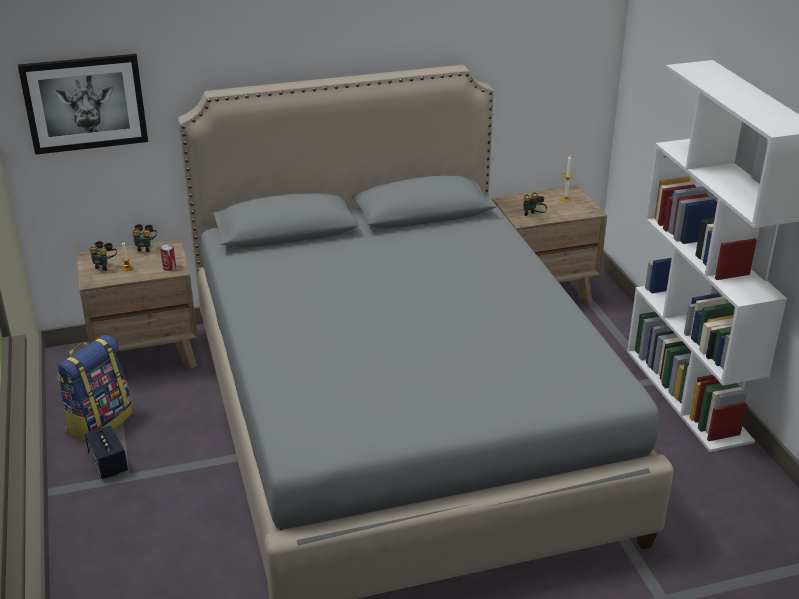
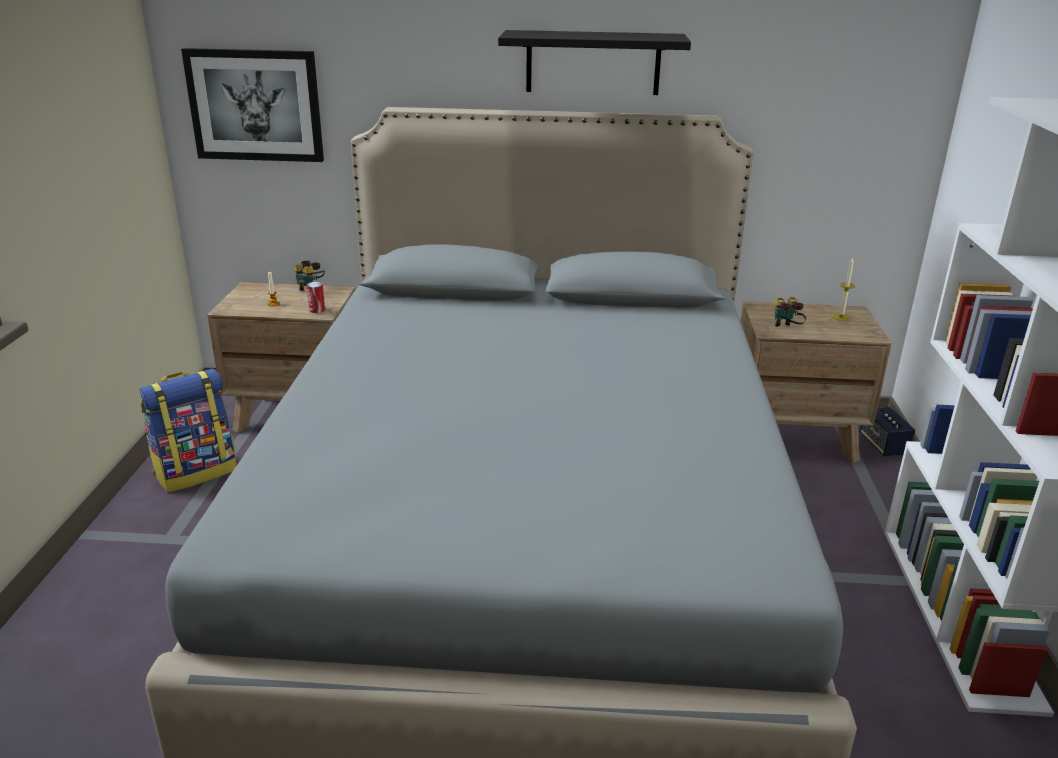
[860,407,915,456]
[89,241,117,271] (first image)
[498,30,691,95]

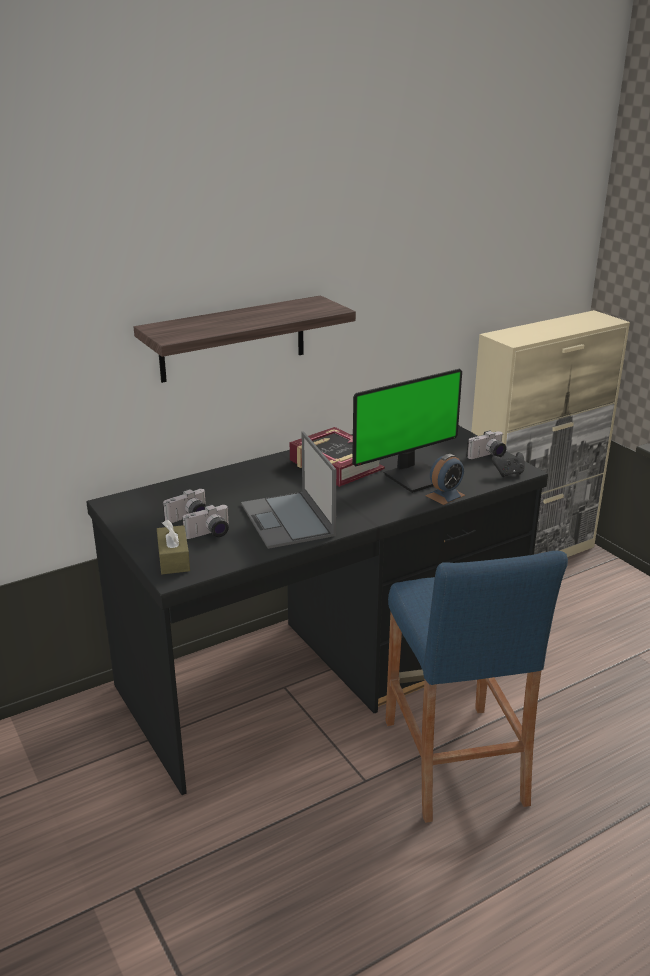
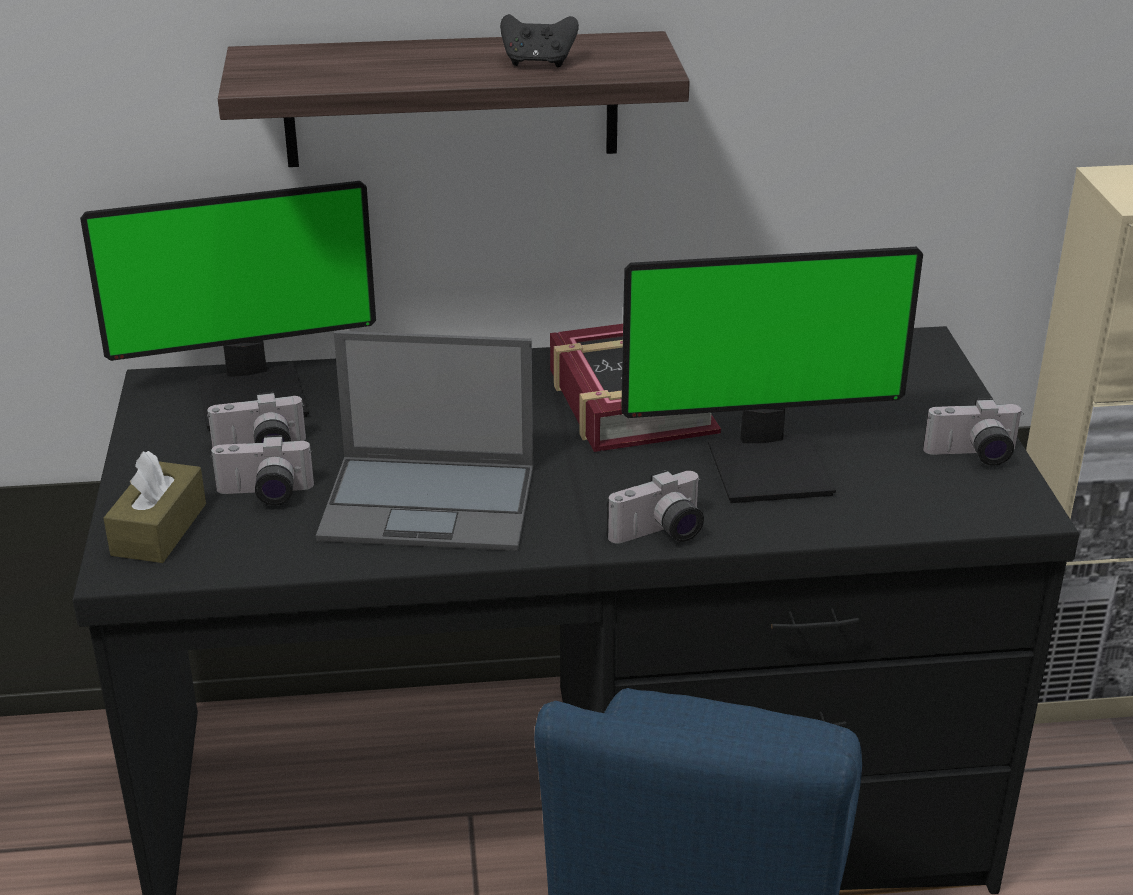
[316,331,533,551]
[425,454,465,505] (first image)
[500,14,579,67]
[80,181,376,431]
[607,470,704,544]

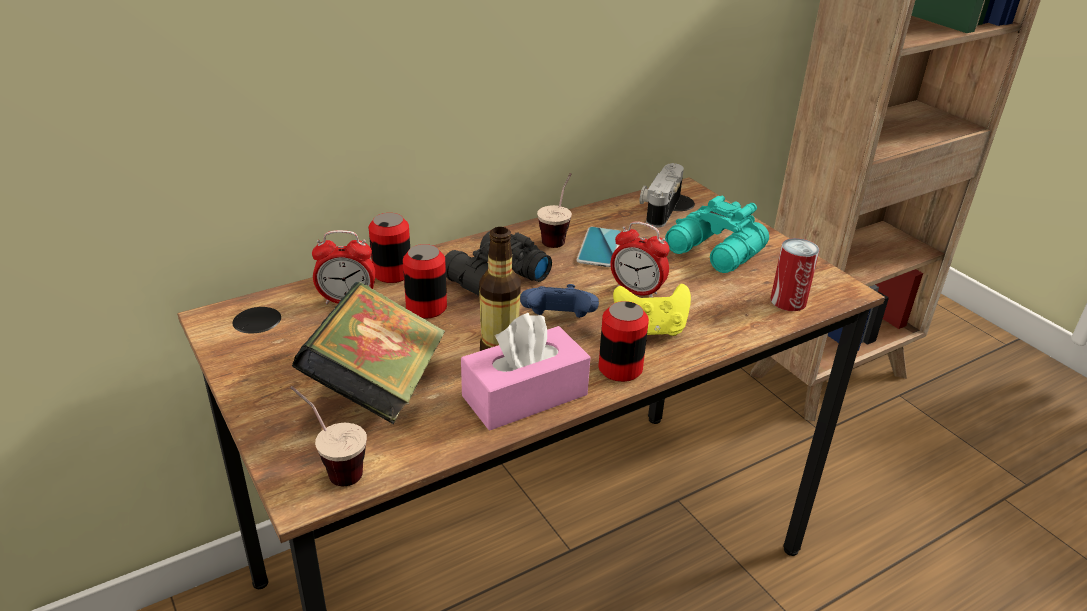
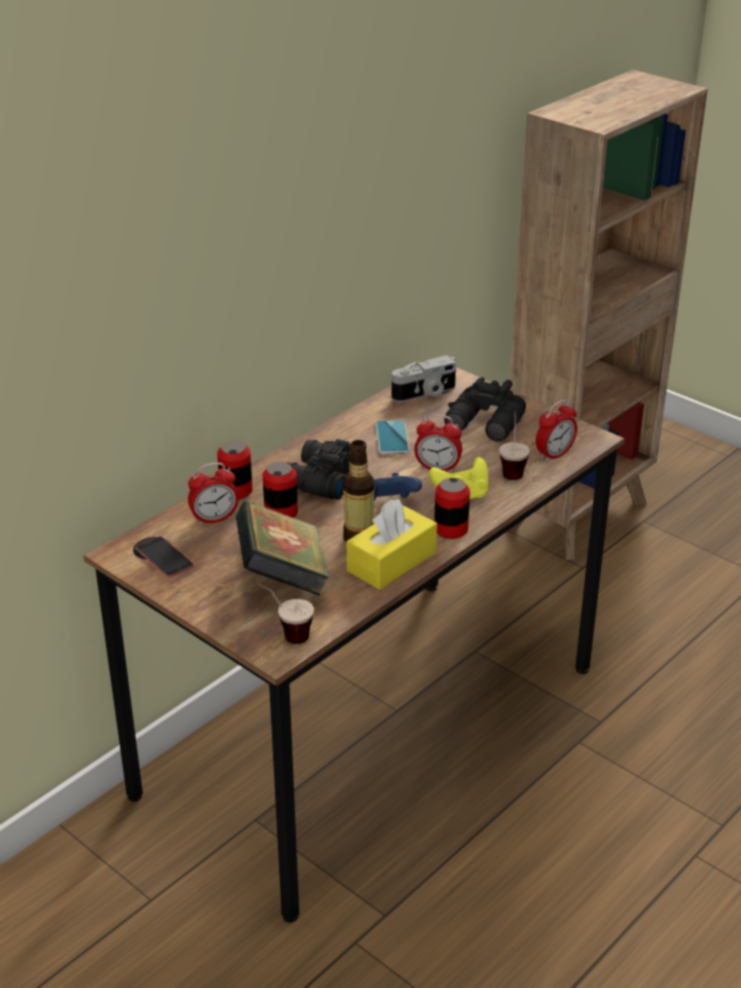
[347,499,437,590]
[499,411,530,480]
[392,355,456,402]
[444,377,526,442]
[536,400,577,462]
[136,536,194,578]

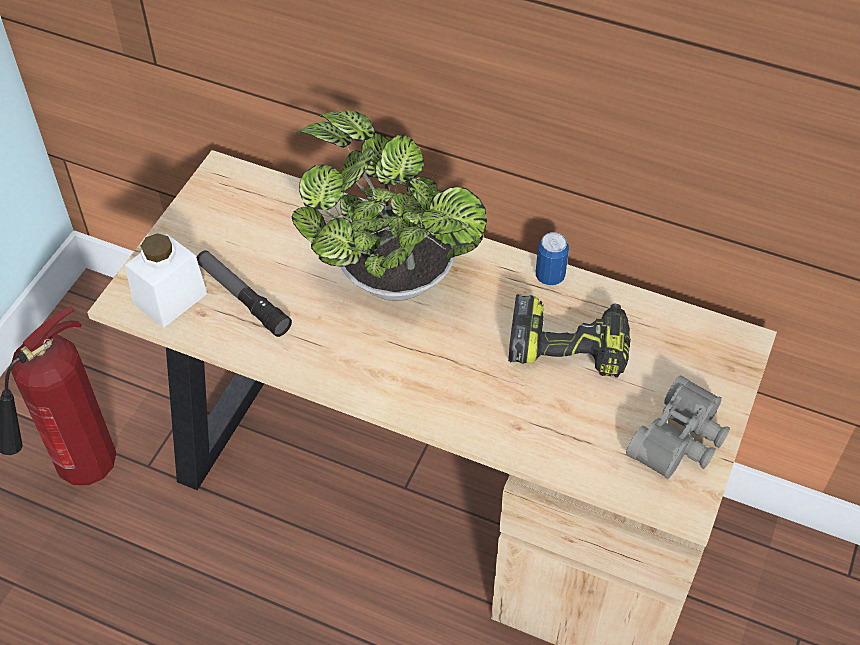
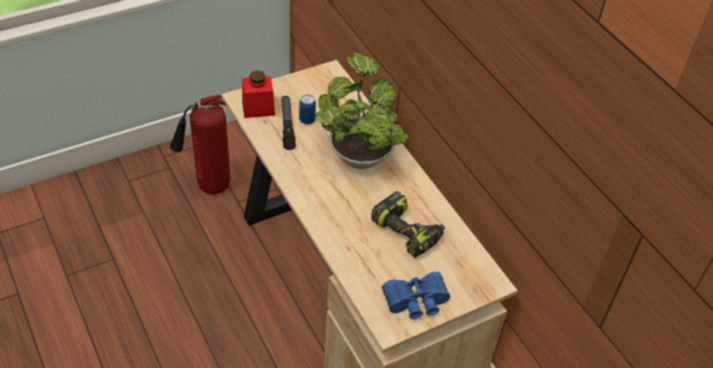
[242,70,275,118]
[299,95,316,124]
[382,272,450,319]

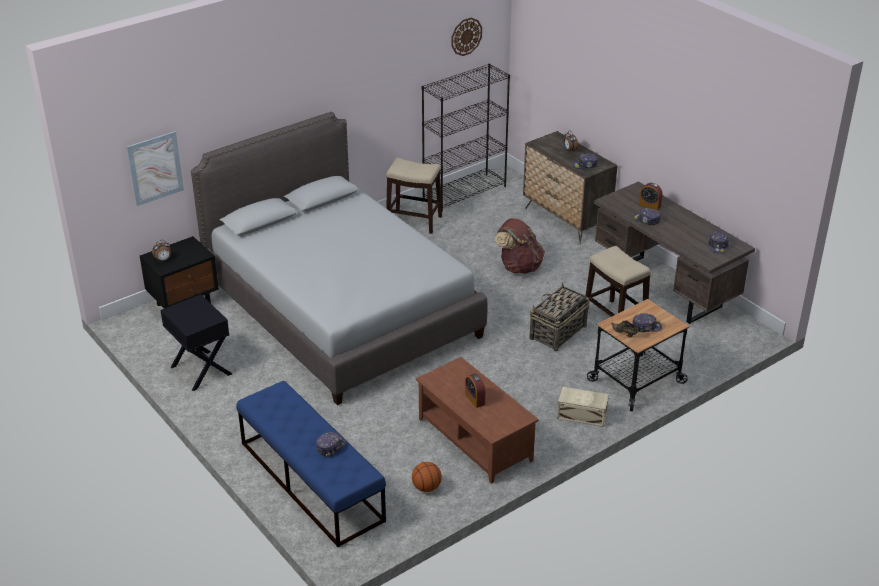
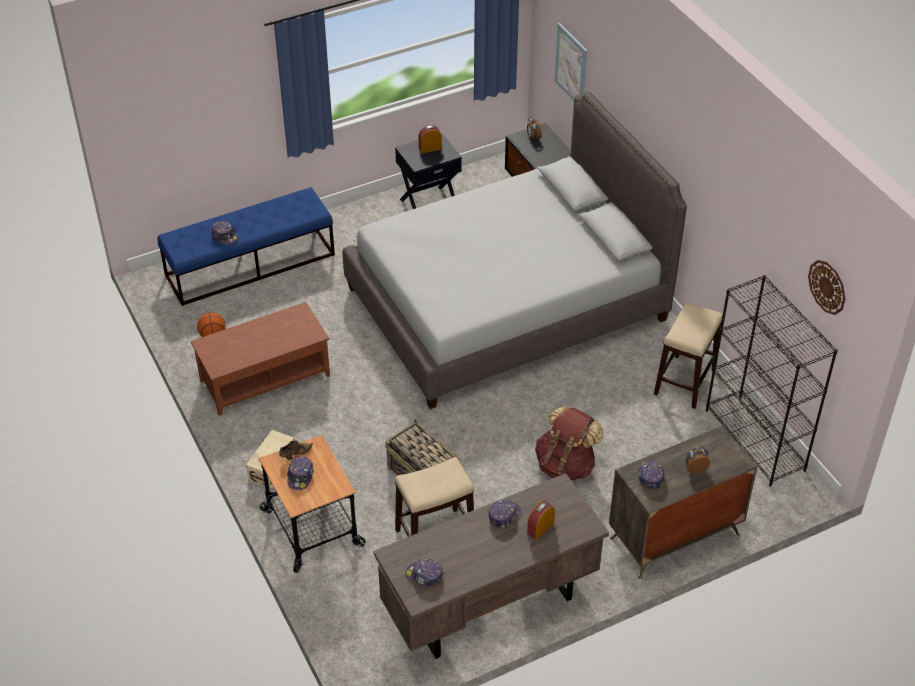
[418,125,442,153]

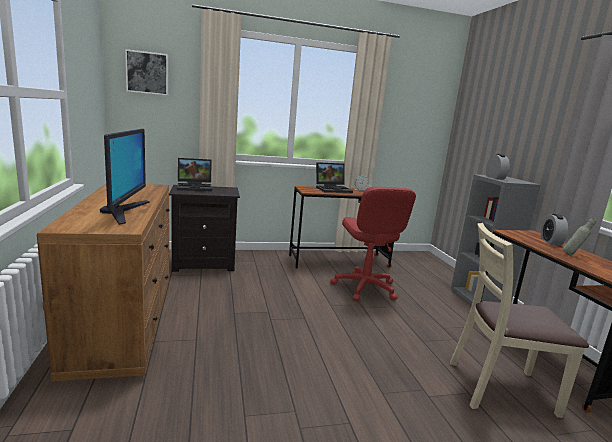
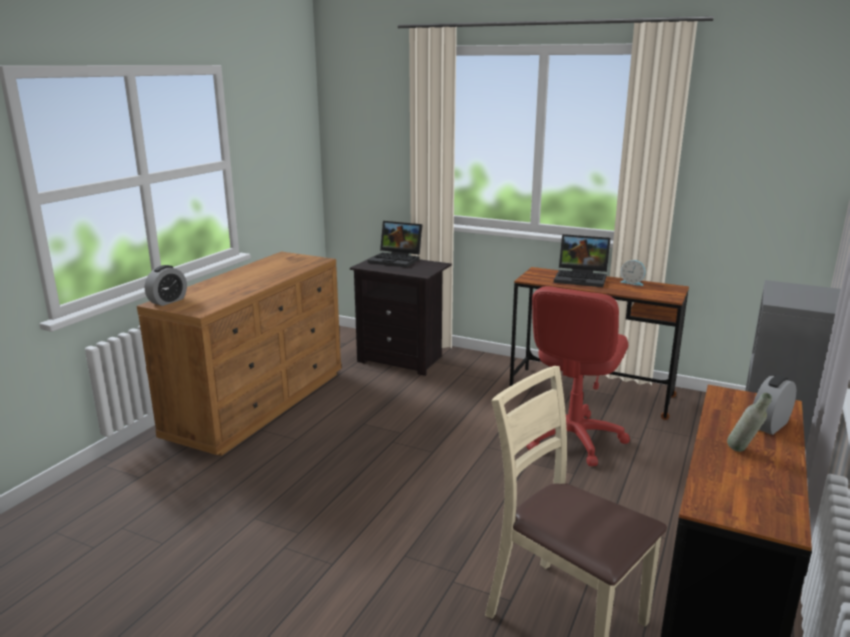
[100,129,150,225] (first image)
[125,49,168,95] (first image)
[145,265,187,306]

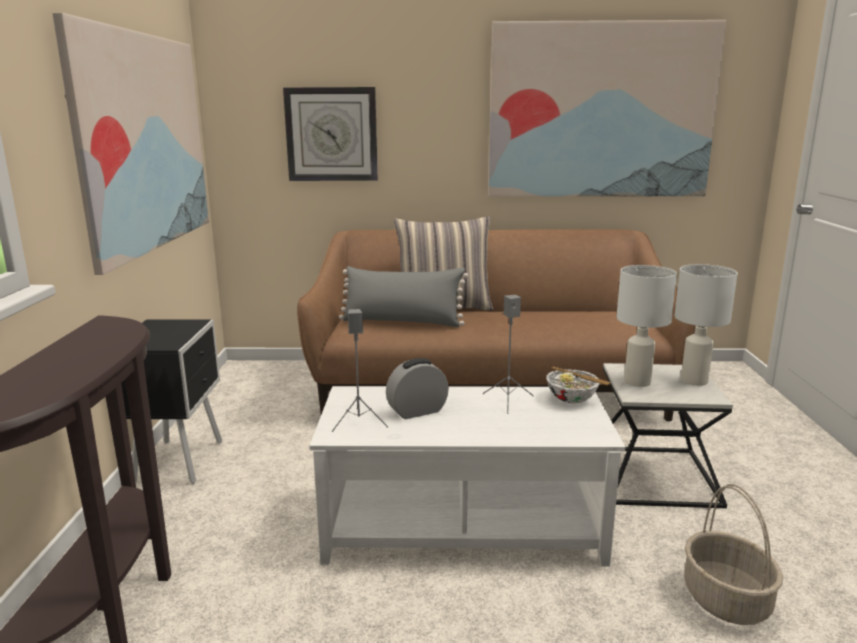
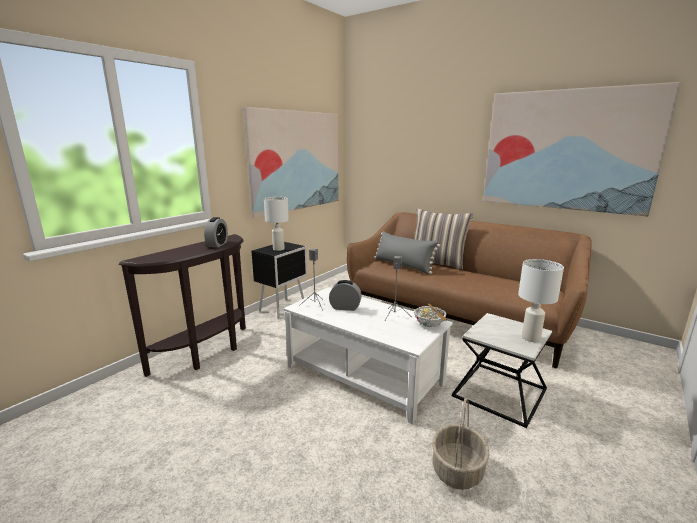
[283,87,378,181] (first image)
[264,197,289,251]
[204,217,228,247]

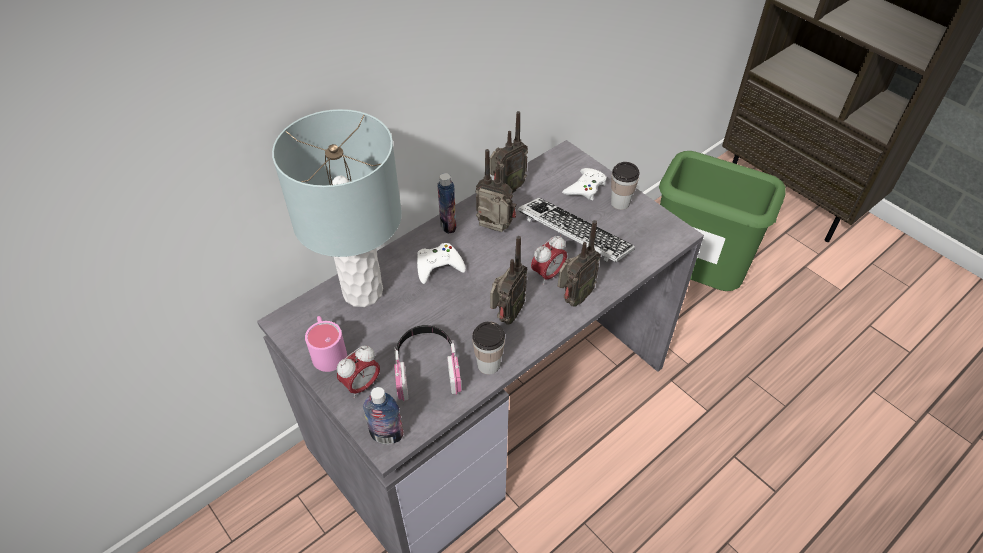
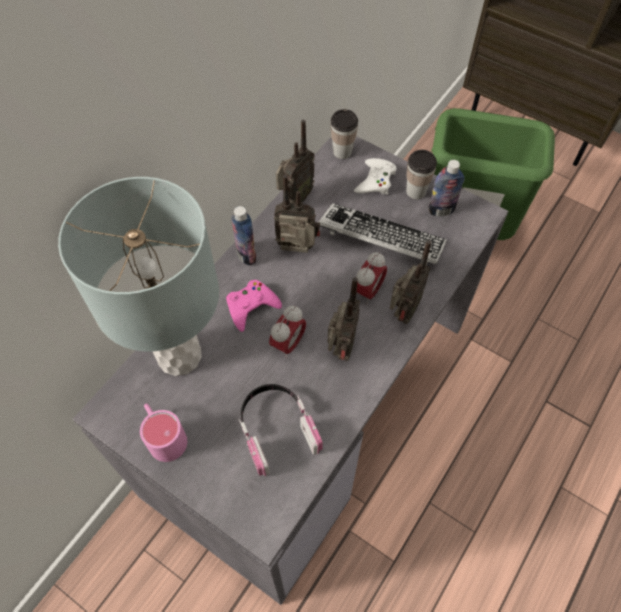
[269,306,306,358]
[428,160,465,217]
[226,280,282,332]
[330,109,358,159]

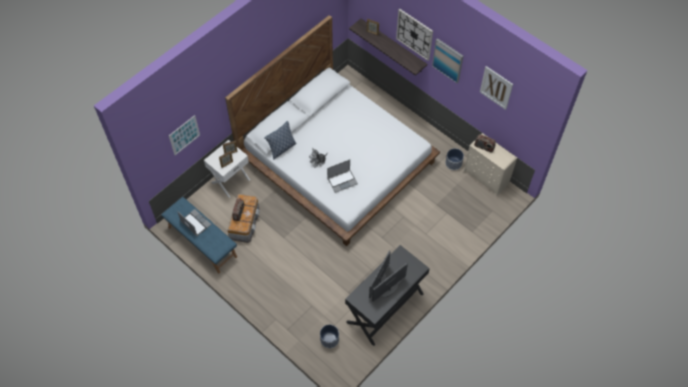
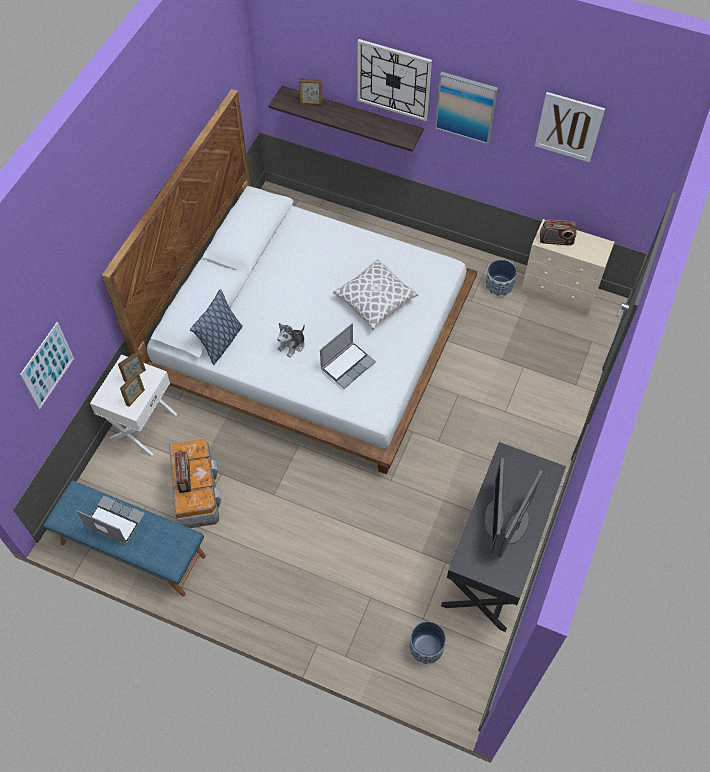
[333,259,418,330]

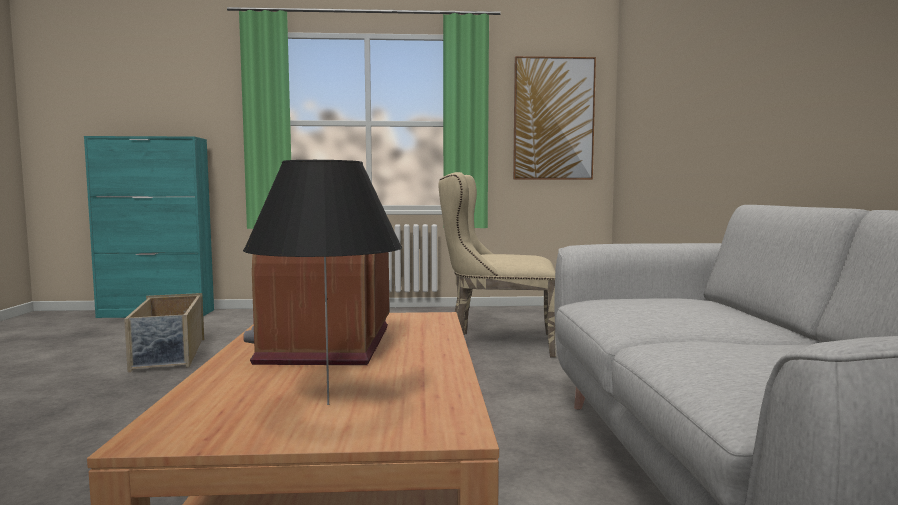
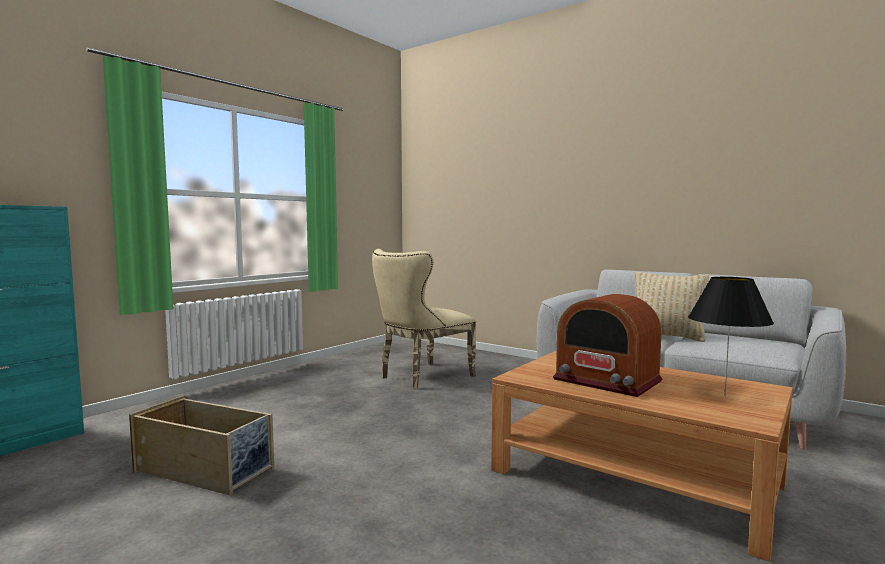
[513,56,596,180] (first image)
[635,272,709,342]

